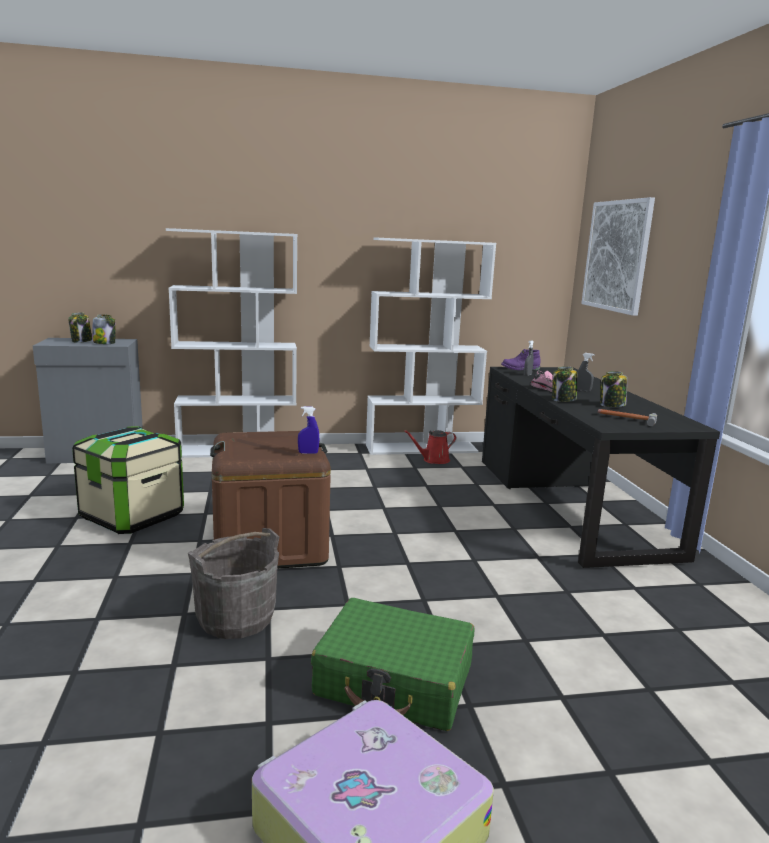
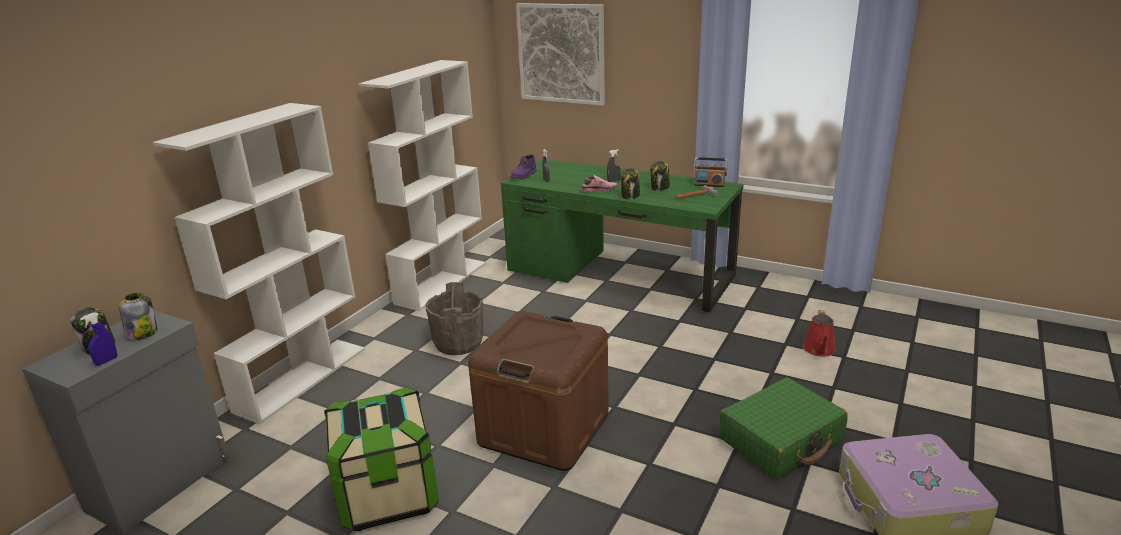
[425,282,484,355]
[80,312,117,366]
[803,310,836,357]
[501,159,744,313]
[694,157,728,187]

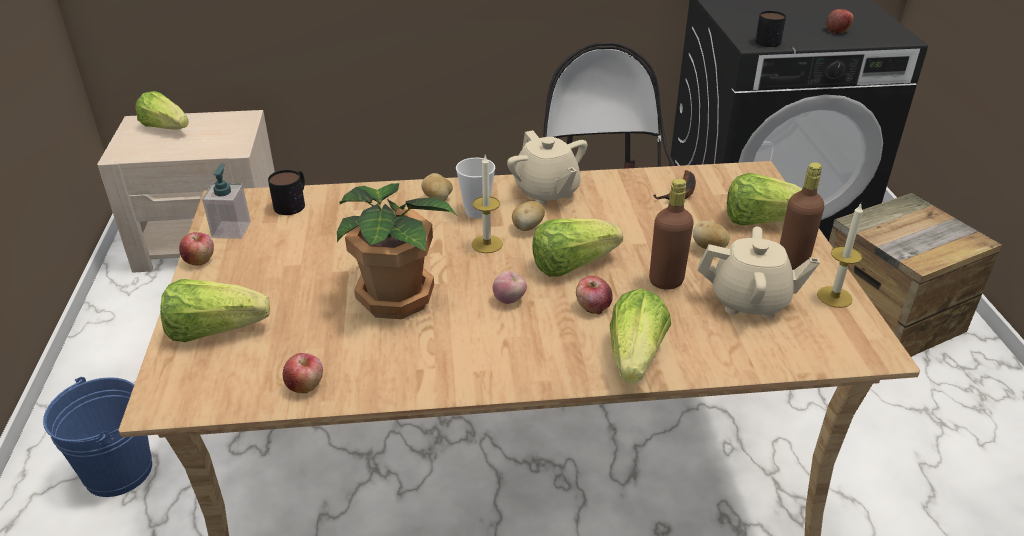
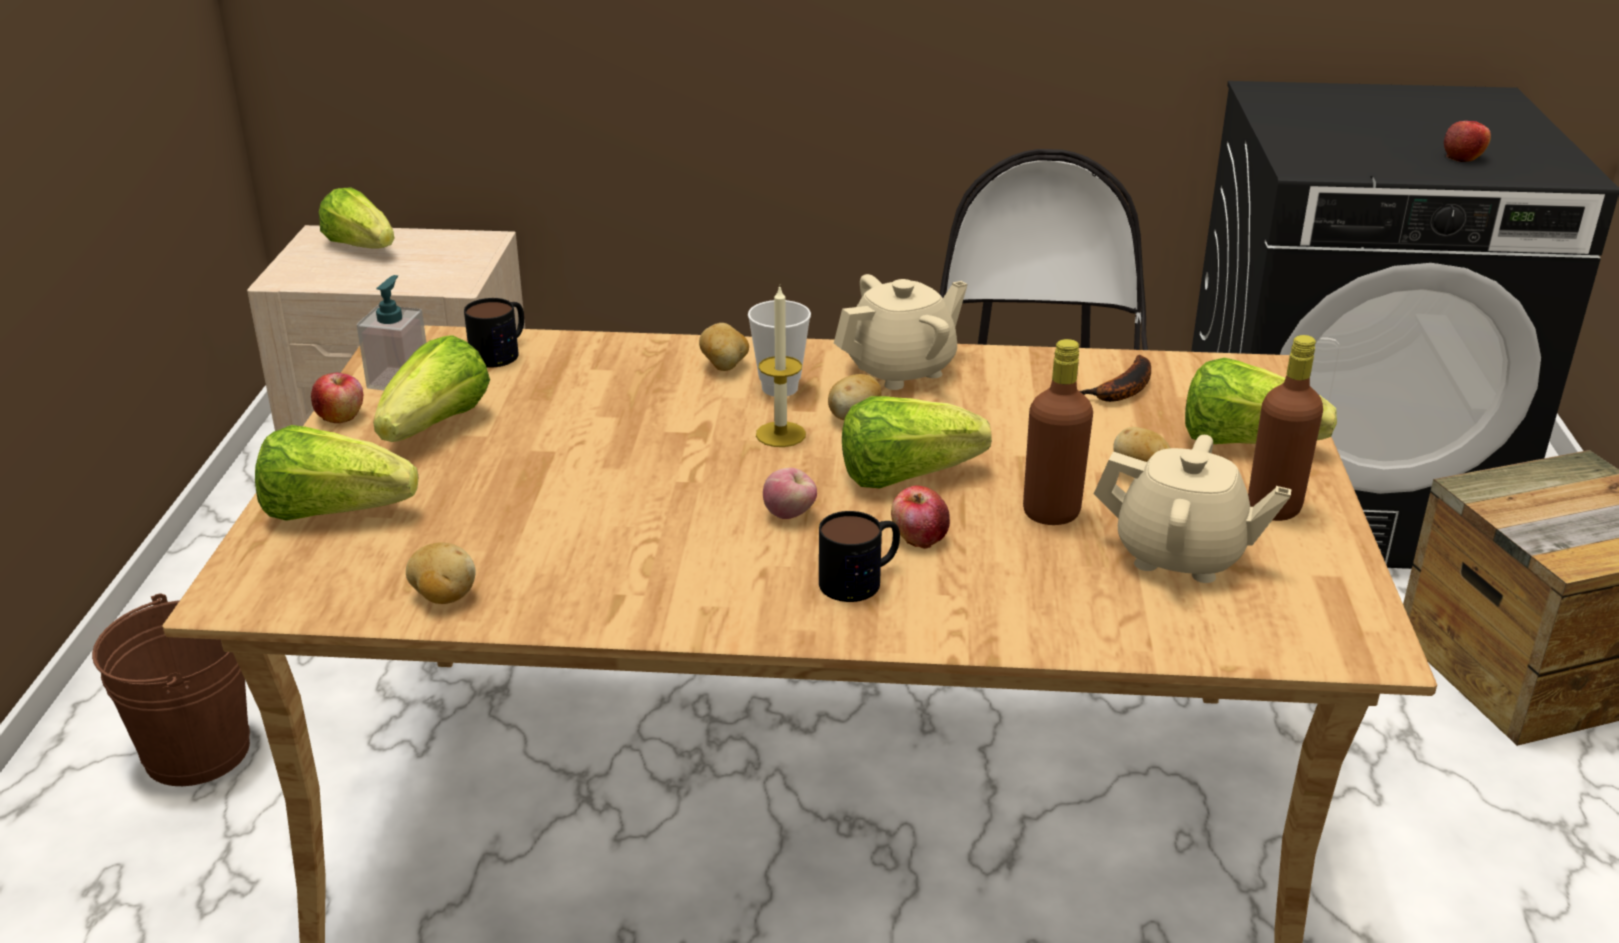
[92,593,250,786]
[406,542,476,604]
[337,183,456,319] (first image)
[834,274,967,390]
[373,335,490,442]
[819,511,900,602]
[817,204,863,308] (first image)

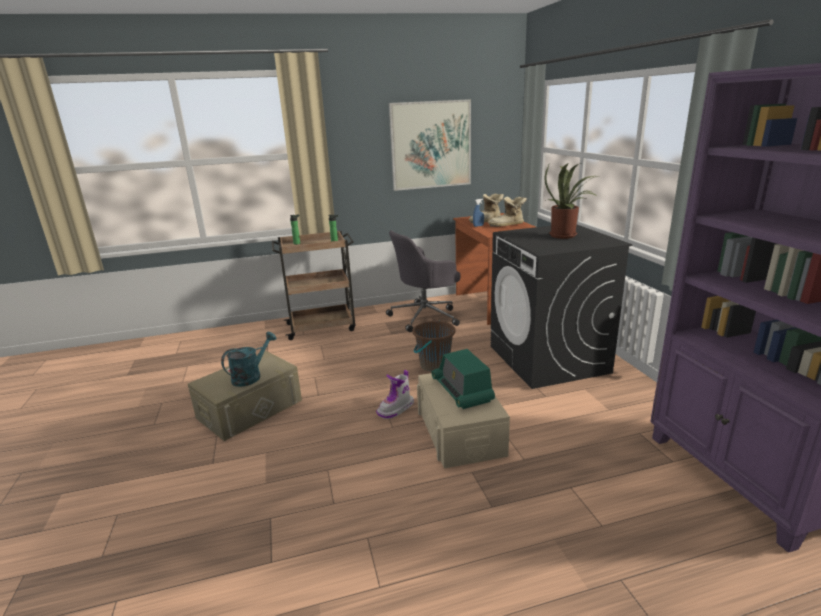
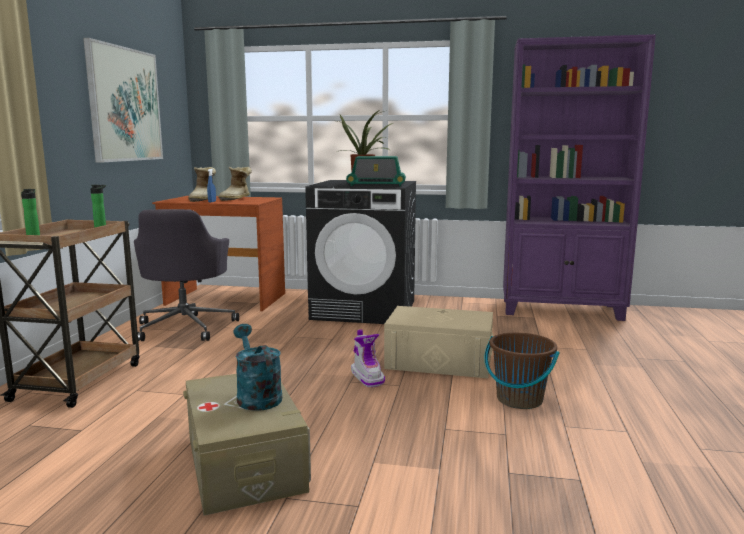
[485,333,559,409]
[346,156,406,186]

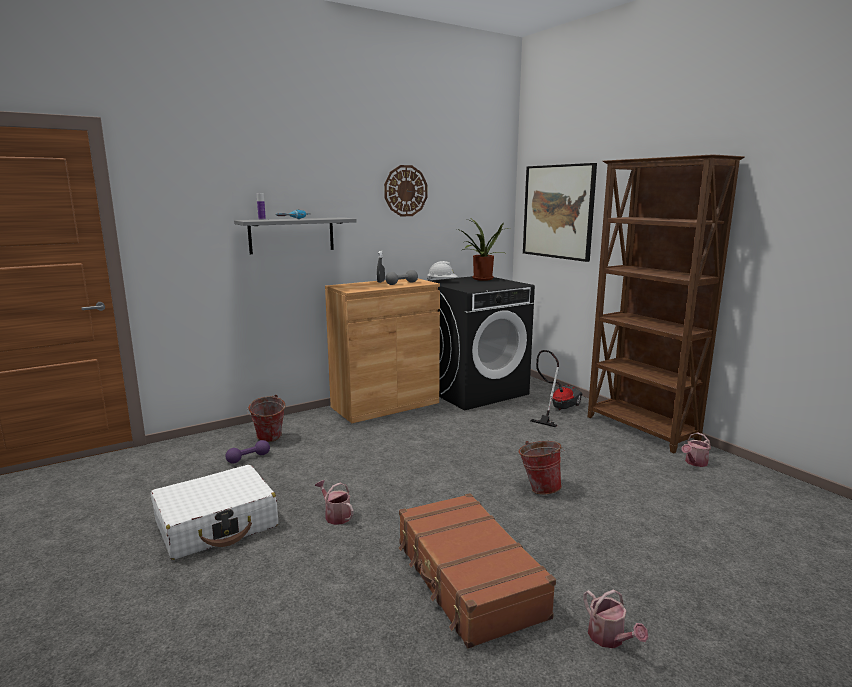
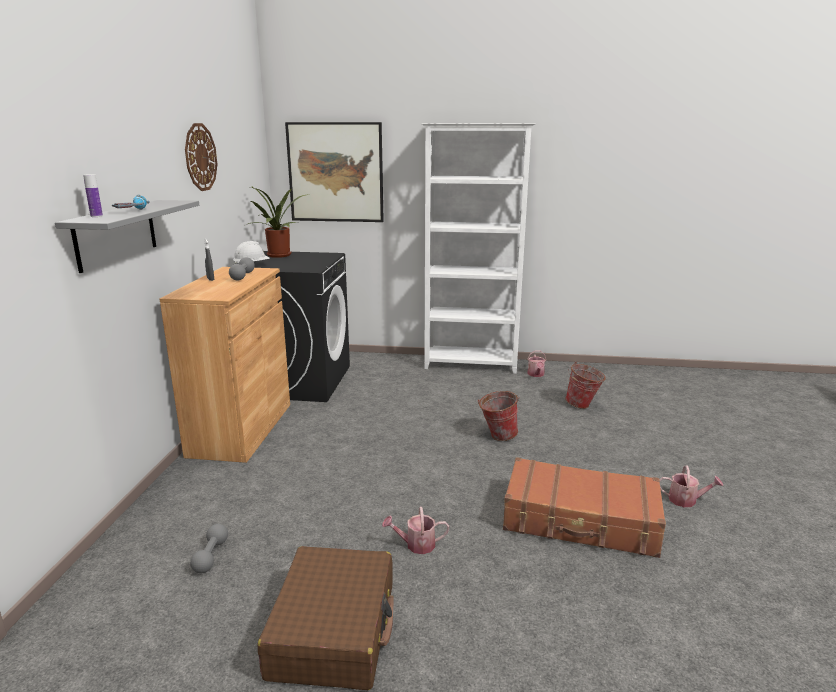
[258,546,394,690]
[190,524,228,574]
[565,362,606,409]
[530,350,583,427] (first image)
[421,123,536,374]

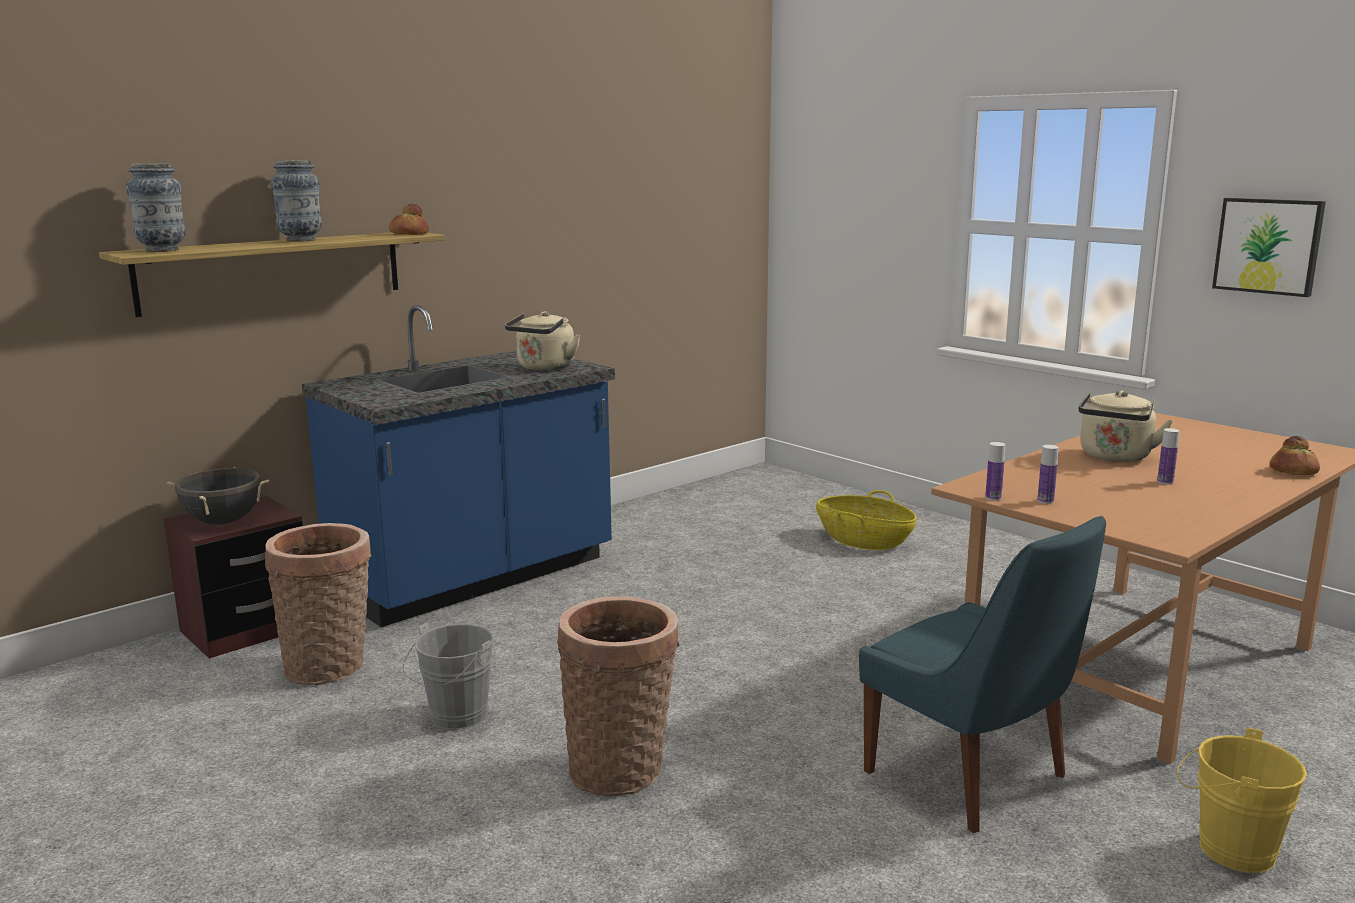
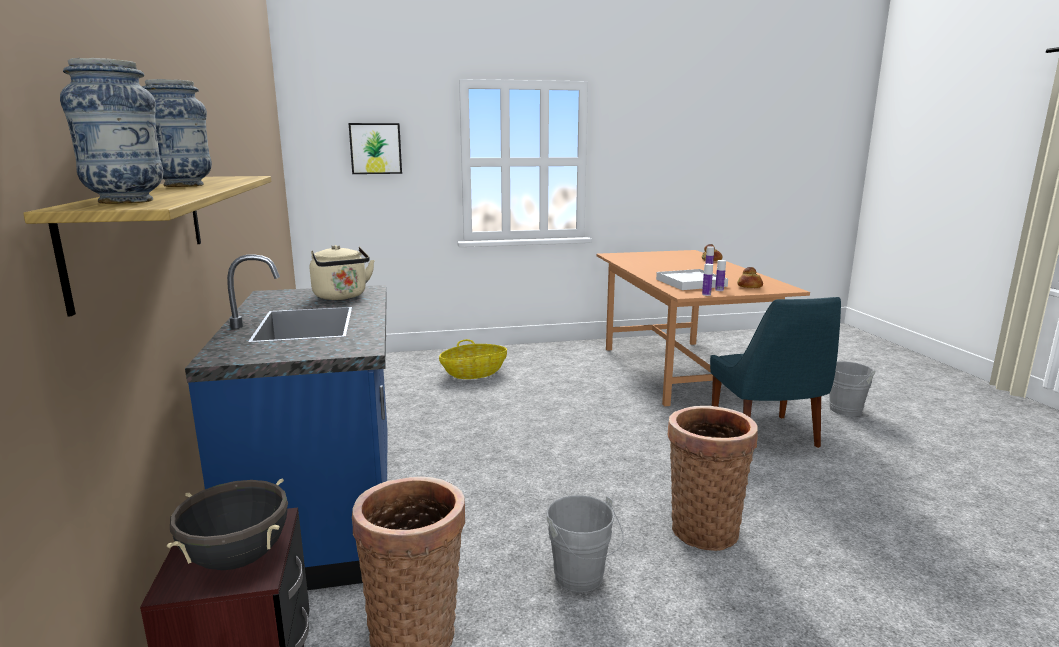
[737,267,763,288]
[710,297,841,448]
[1079,390,1173,462] (first image)
[829,361,875,416]
[349,123,402,174]
[656,269,728,290]

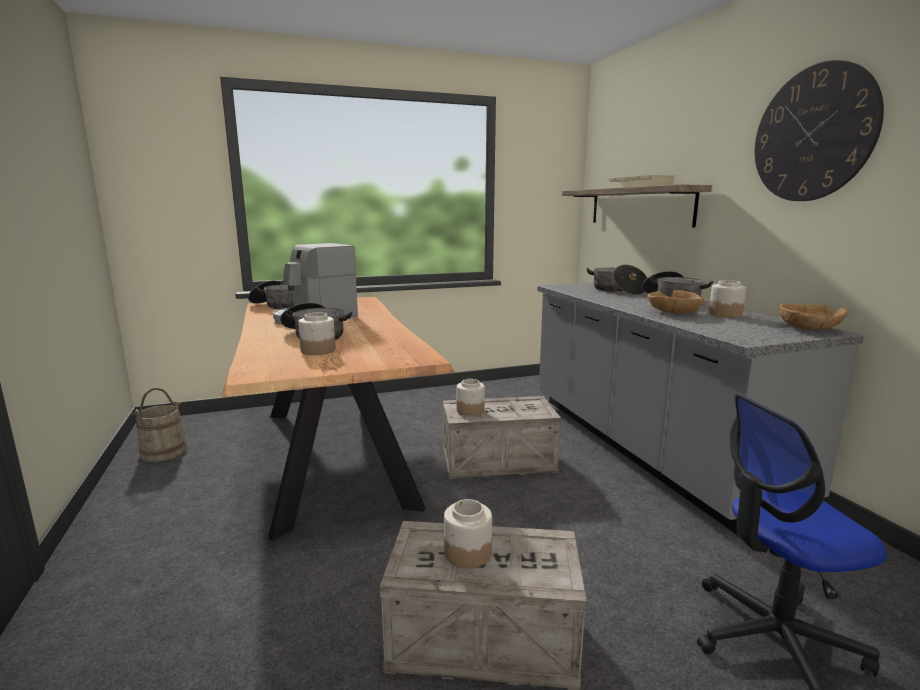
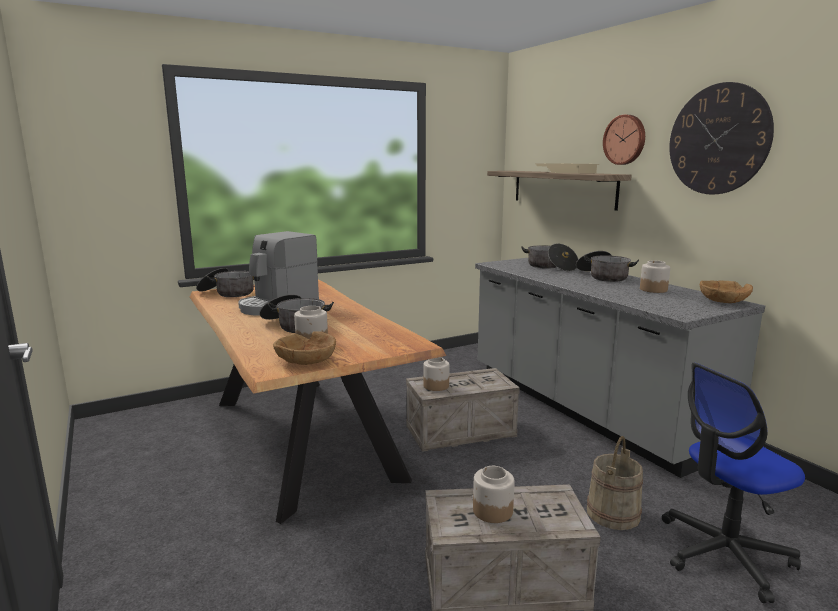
[587,436,643,530]
[273,331,336,365]
[603,115,645,165]

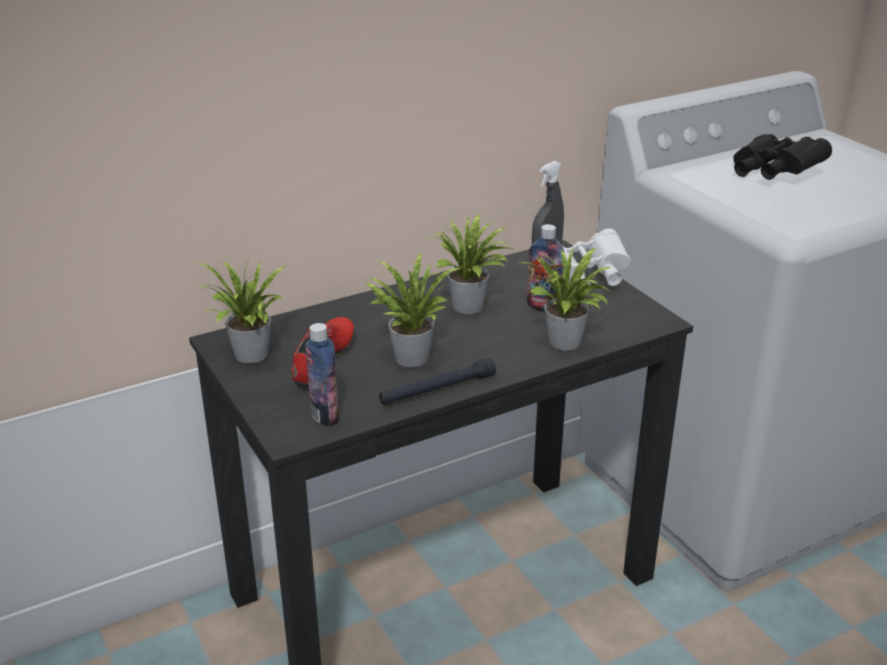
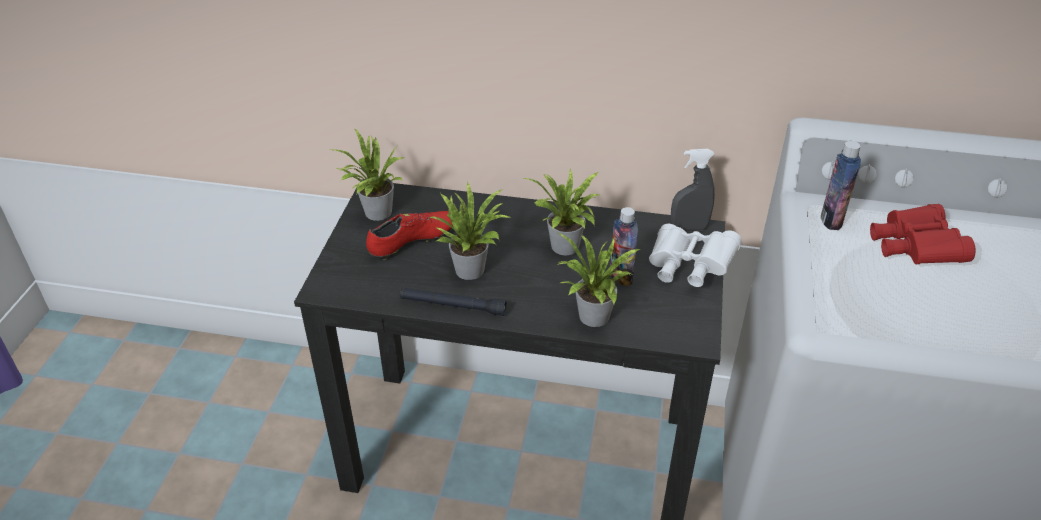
[821,141,861,230]
[870,204,976,264]

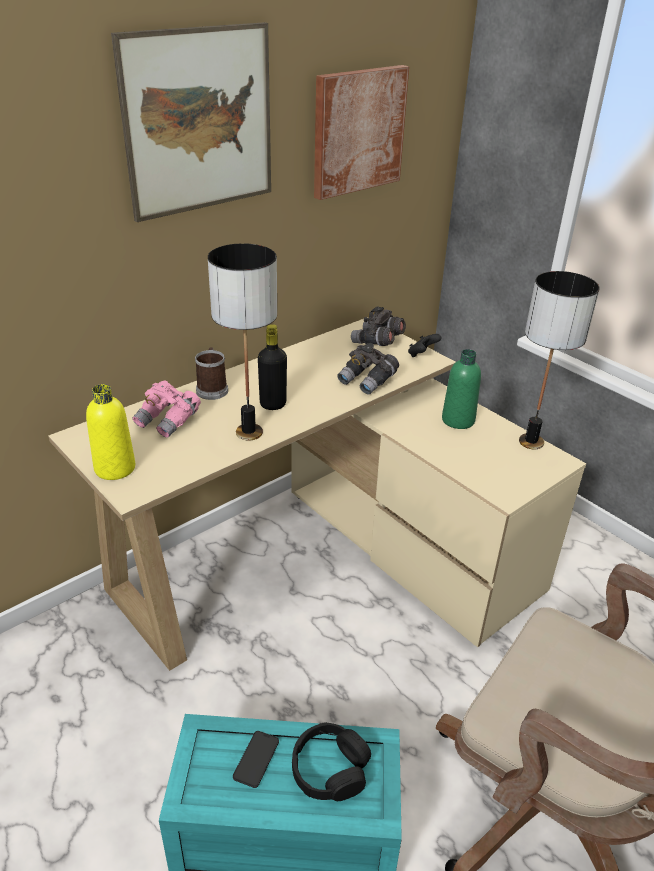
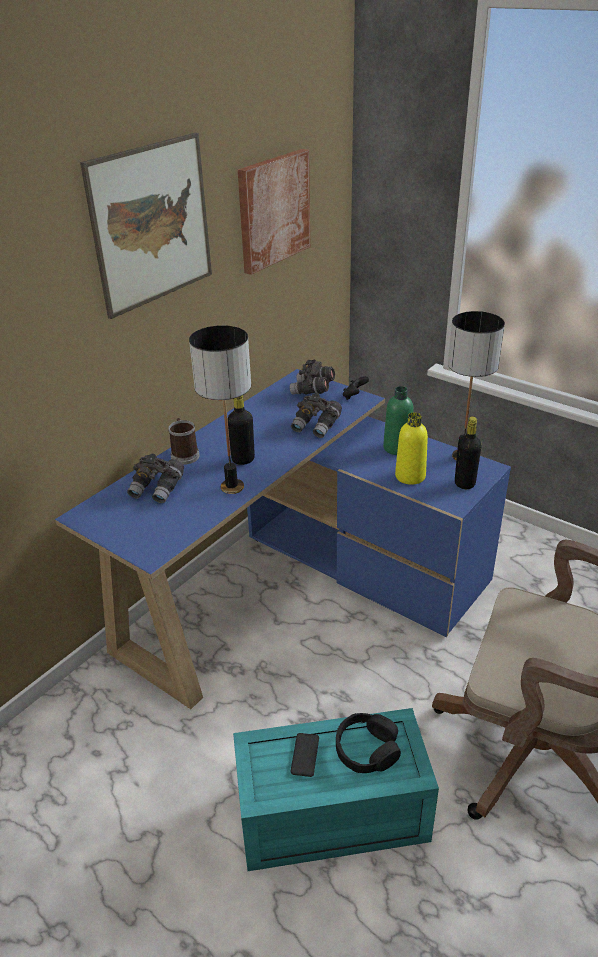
[55,369,511,709]
[395,412,428,485]
[127,454,184,503]
[455,416,482,489]

